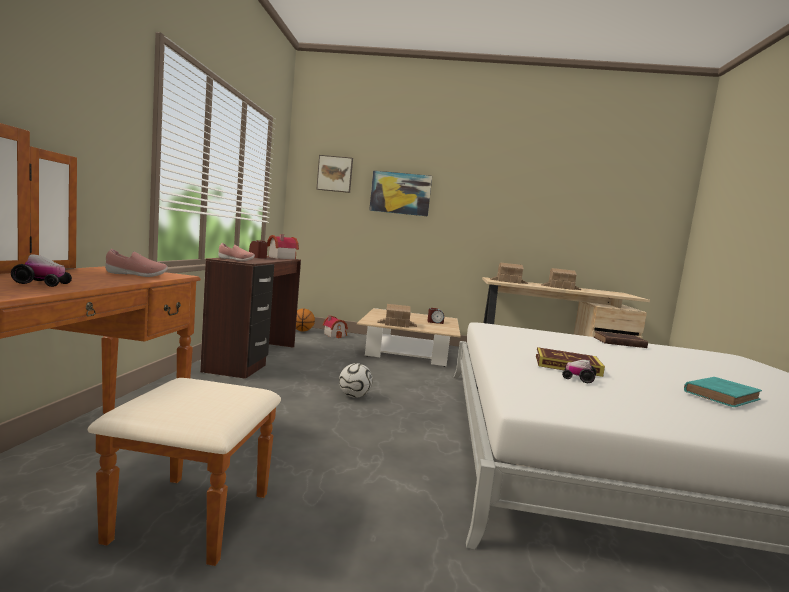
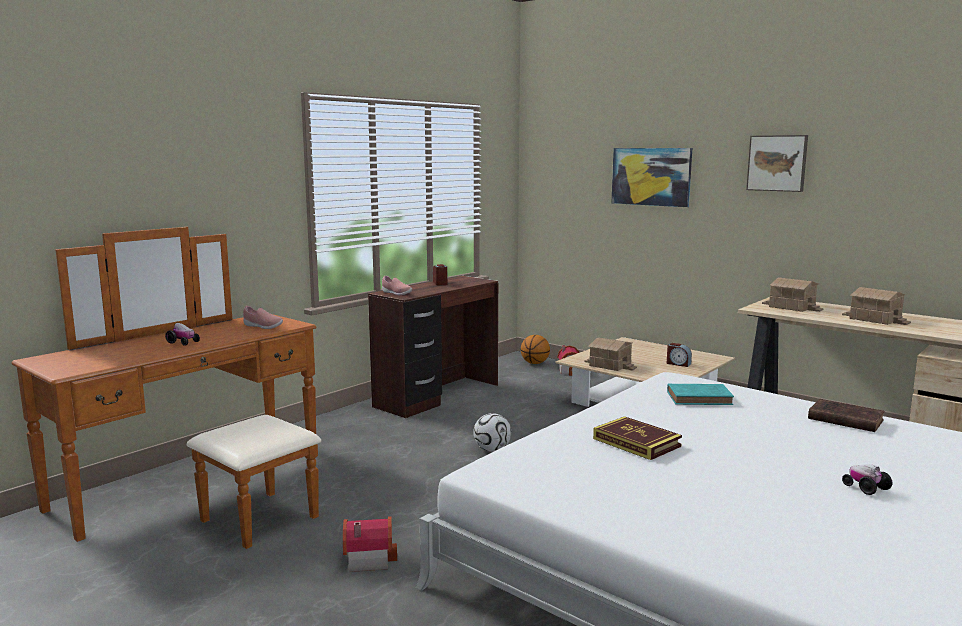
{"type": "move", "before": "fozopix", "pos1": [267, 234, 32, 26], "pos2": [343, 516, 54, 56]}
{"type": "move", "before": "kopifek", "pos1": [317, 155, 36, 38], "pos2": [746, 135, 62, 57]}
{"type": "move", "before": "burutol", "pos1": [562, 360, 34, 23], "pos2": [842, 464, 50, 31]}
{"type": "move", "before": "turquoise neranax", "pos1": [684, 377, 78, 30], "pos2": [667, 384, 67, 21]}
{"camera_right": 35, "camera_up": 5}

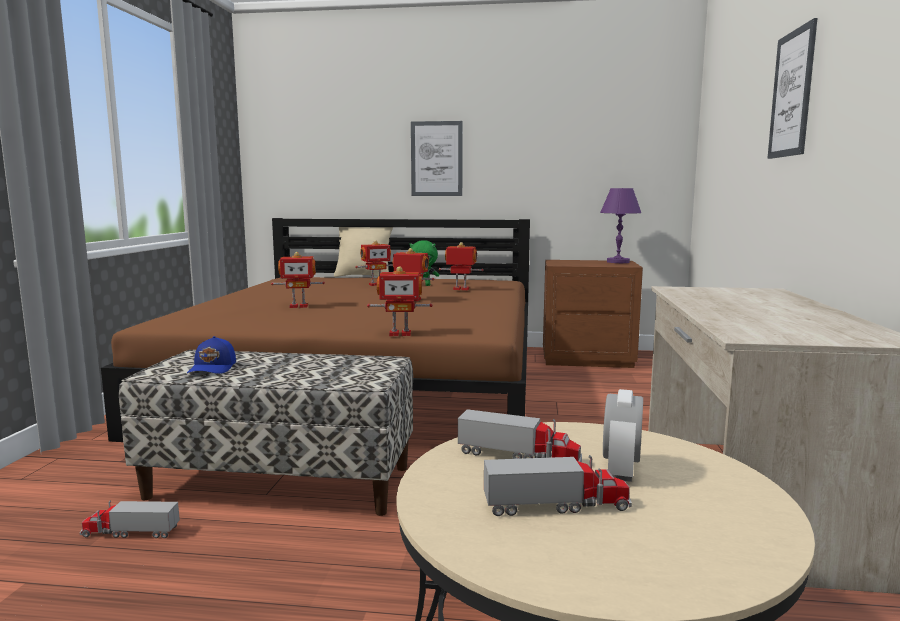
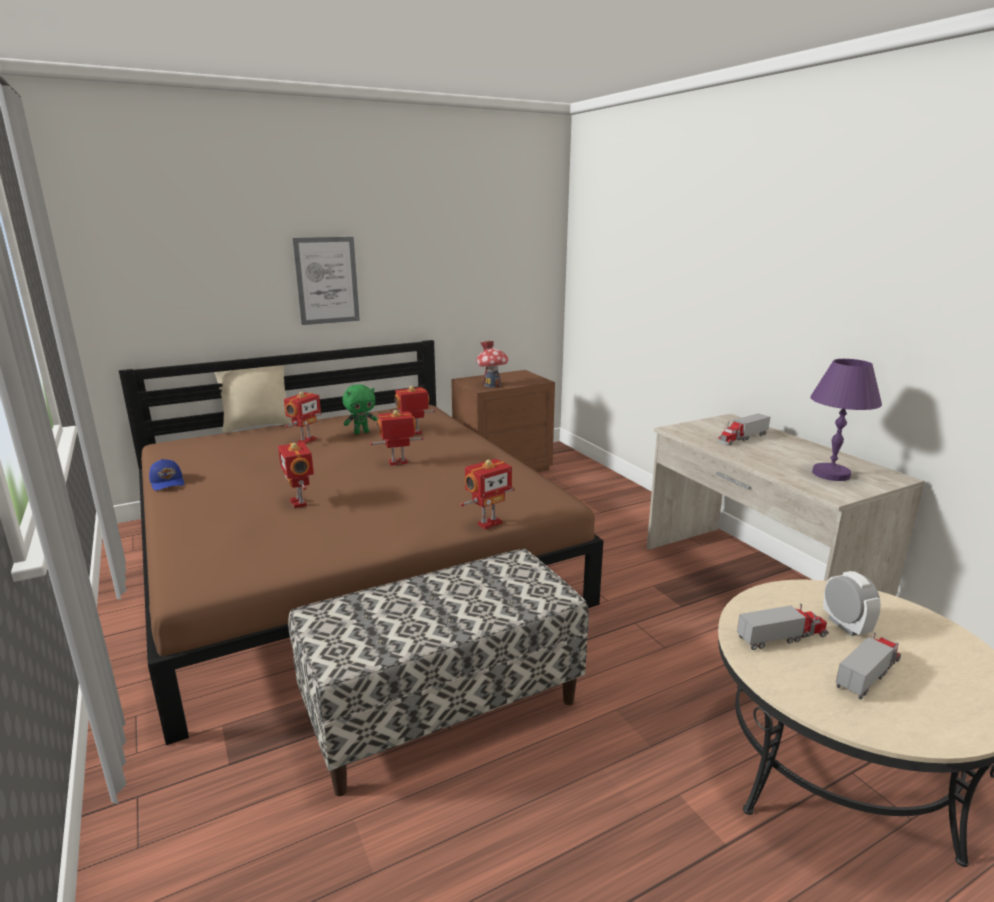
{"type": "move", "before": "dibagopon", "pos1": [80, 500, 100, 38], "pos2": [717, 413, 53, 32]}
{"type": "move", "before": "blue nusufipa", "pos1": [187, 336, 49, 38], "pos2": [149, 459, 36, 32]}
{"type": "rotate", "before": "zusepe", "pos1": [271, 252, 54, 56], "pos2": [278, 442, 36, 66], "turn": 105}
{"type": "move", "before": "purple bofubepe", "pos1": [600, 188, 41, 75], "pos2": [810, 359, 72, 122]}
{"type": "delete", "before": "kopifek", "pos1": [767, 18, 50, 141]}
{"type": "insert", "after": "fozopix", "pos2": [476, 341, 32, 47]}
{"camera_right": -35, "camera_up": 10}

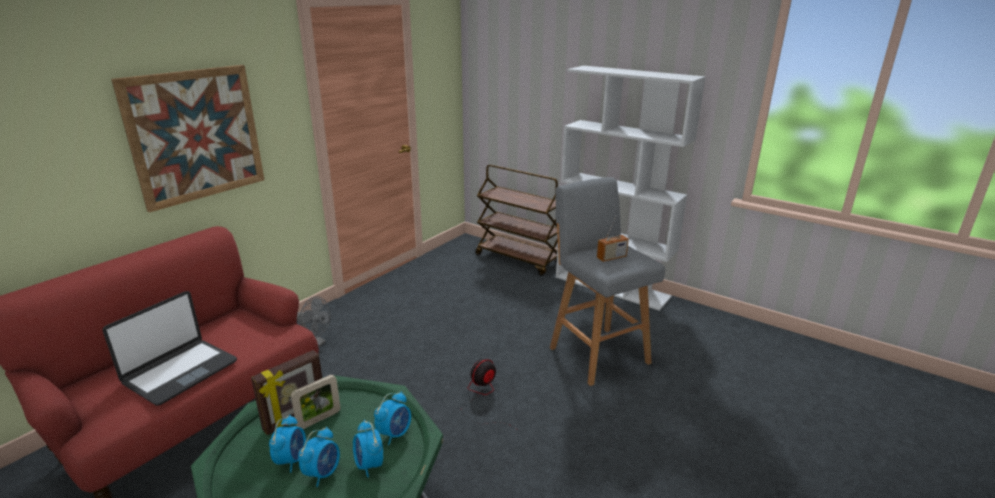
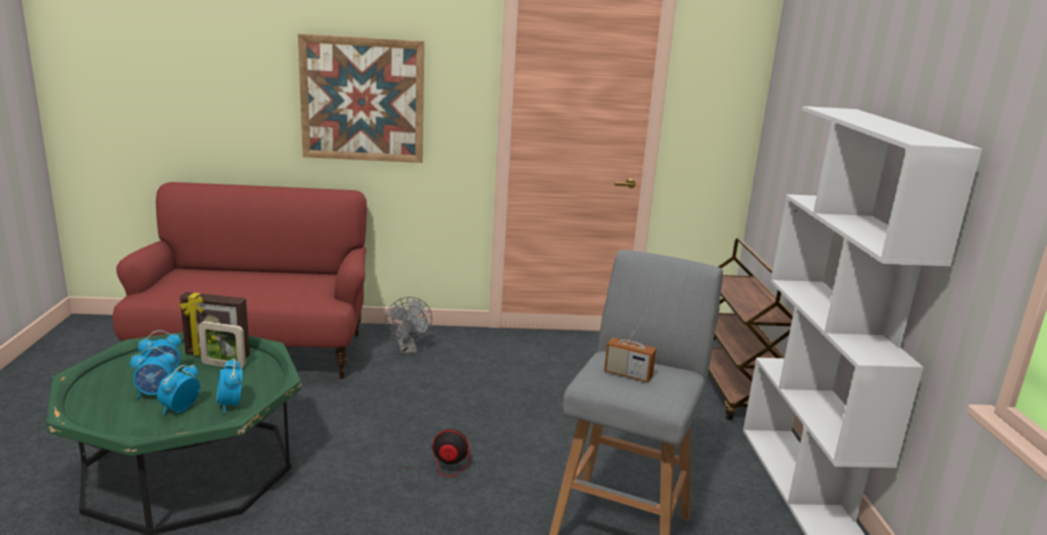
{"type": "delete", "before": "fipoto", "pos1": [103, 291, 134, 115]}
{"type": "rotate", "before": "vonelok", "pos1": [374, 392, 37, 53], "pos2": [217, 358, 25, 55], "turn": 75}
{"camera_right": 50, "camera_up": -5}

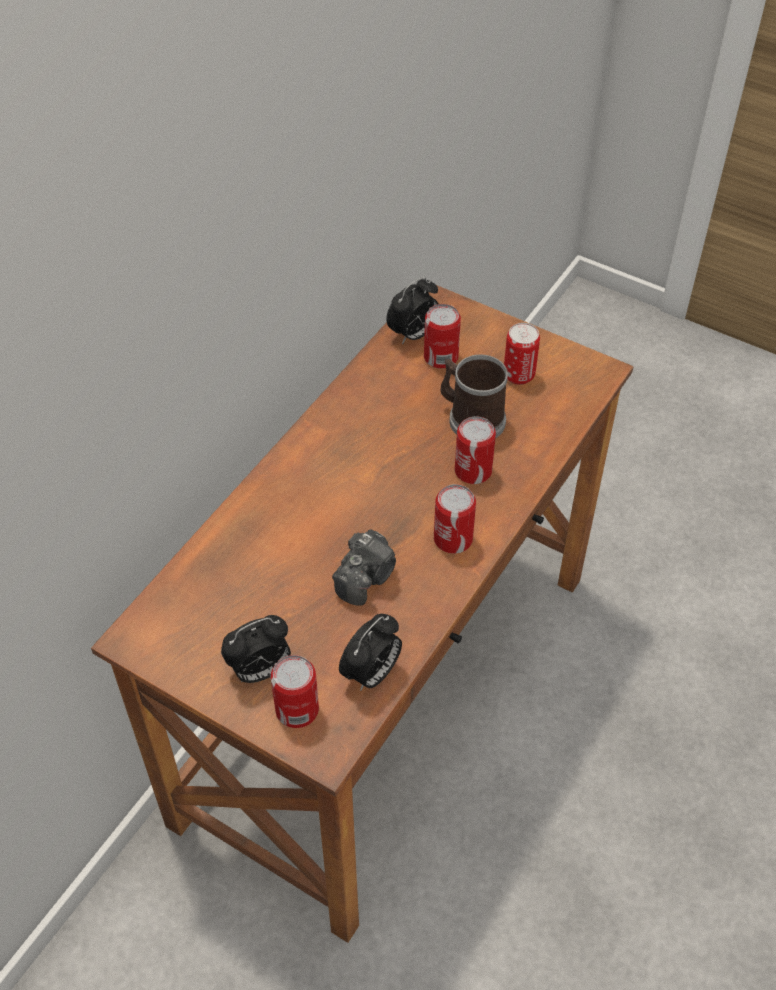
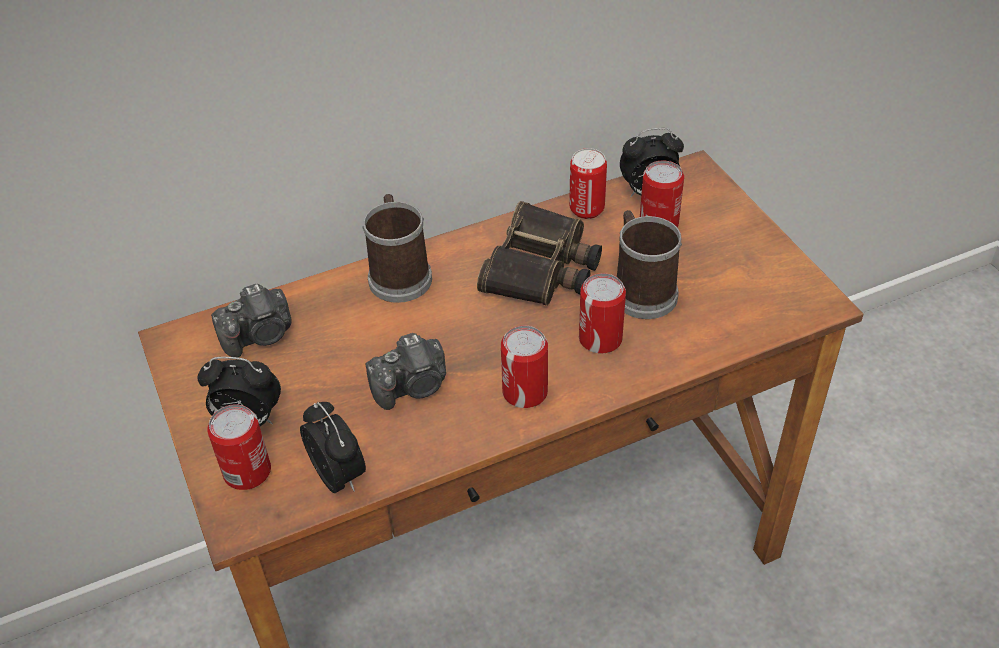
{"type": "rotate", "before": "vonelok", "pos1": [339, 614, 63, 77], "pos2": [300, 402, 66, 91], "turn": -105}
{"type": "move", "before": "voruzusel", "pos1": [504, 323, 36, 62], "pos2": [569, 148, 38, 71]}
{"type": "insert", "after": "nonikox", "pos2": [211, 284, 81, 73]}
{"type": "insert", "after": "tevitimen", "pos2": [362, 194, 70, 109]}
{"type": "insert", "after": "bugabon", "pos2": [477, 201, 125, 105]}
{"camera_right": 35, "camera_up": -5}

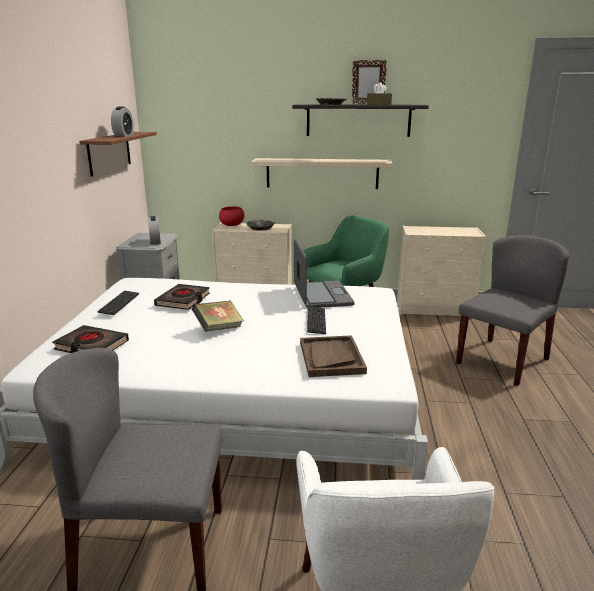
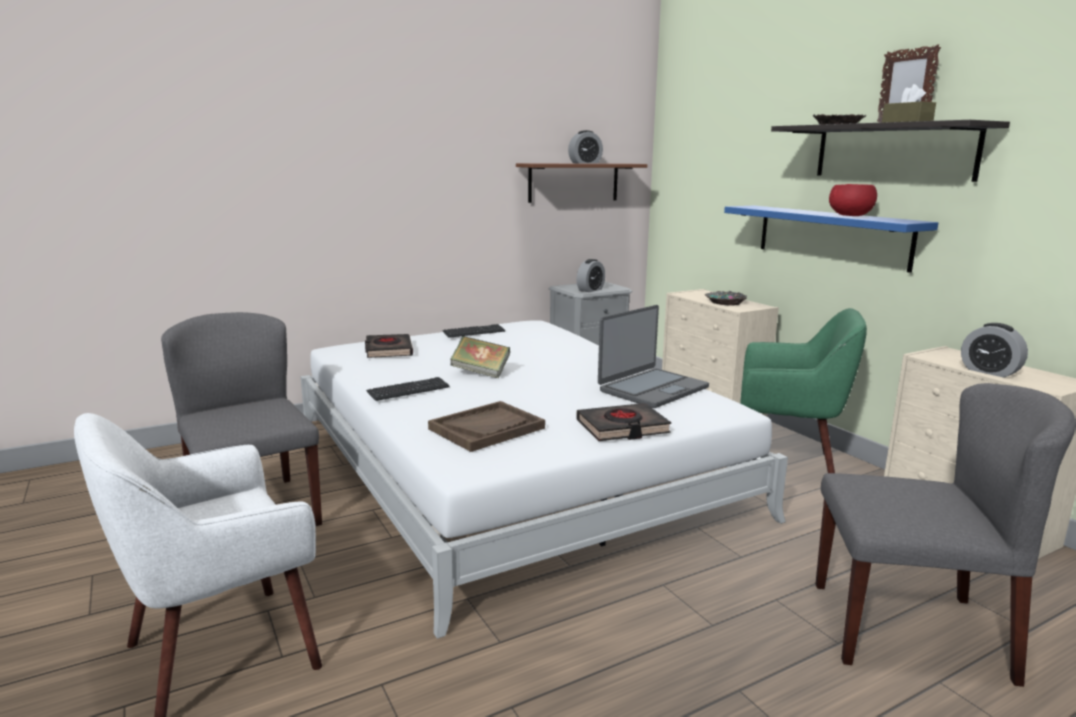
{"type": "move", "before": "black neranax", "pos1": [154, 284, 56, 26], "pos2": [576, 403, 95, 38]}
{"type": "move", "before": "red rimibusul", "pos1": [219, 206, 25, 20], "pos2": [829, 184, 48, 32]}
{"type": "recolor", "before": "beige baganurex", "after": "blue baganurex", "pos1": [251, 158, 142, 31], "pos2": [724, 206, 214, 67]}
{"type": "move", "before": "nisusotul", "pos1": [307, 307, 19, 27], "pos2": [366, 377, 84, 24]}
{"type": "insert", "after": "vonelok", "pos2": [961, 323, 67, 55]}
{"camera_right": 55, "camera_up": -5}

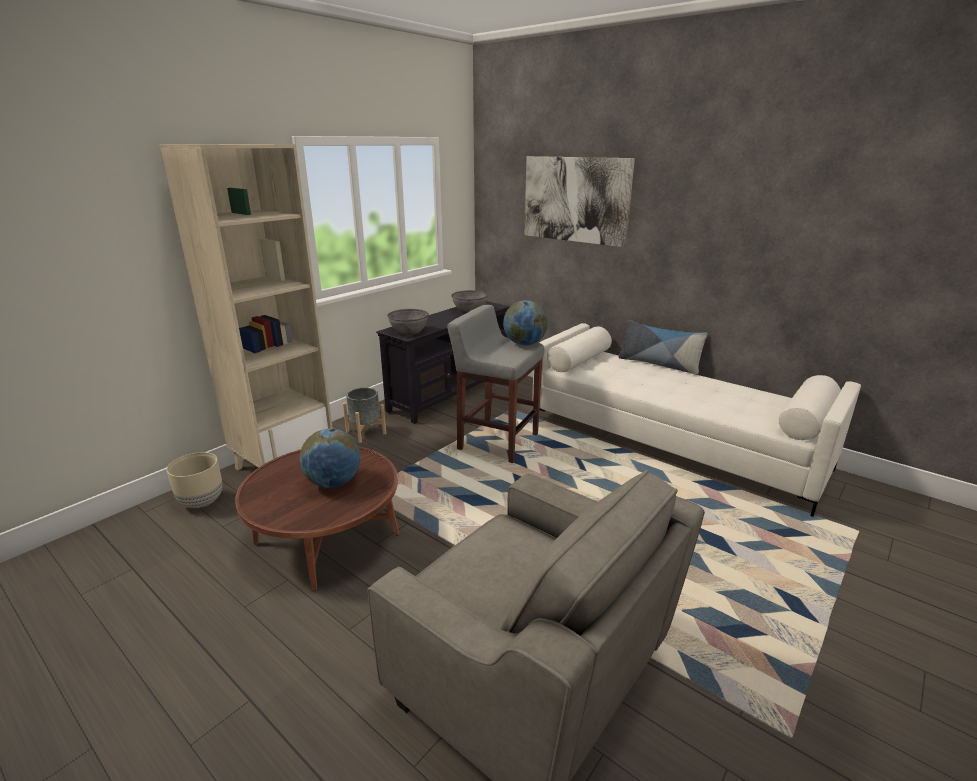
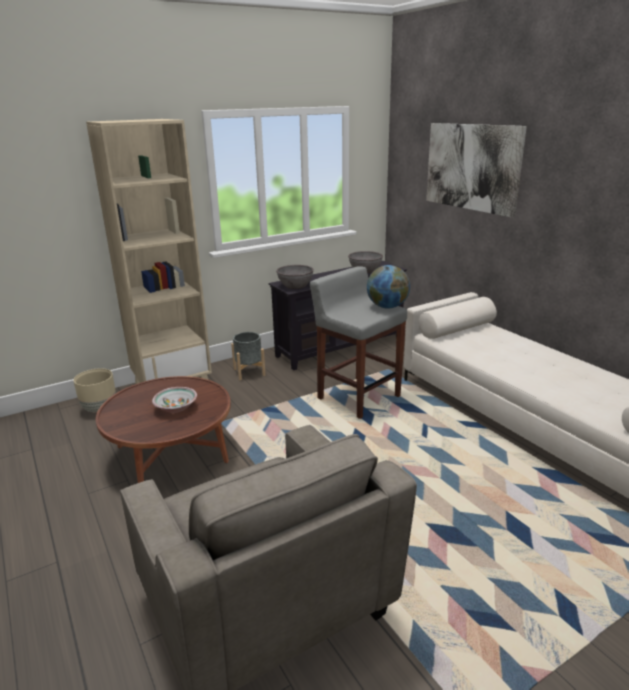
{"type": "replace", "before": "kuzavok", "after": "rimibusul", "pos1": [299, 429, 61, 59], "pos2": [152, 387, 45, 26]}
{"type": "delete", "before": "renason", "pos1": [618, 320, 90, 55]}
{"camera_right": 20, "camera_up": 0}

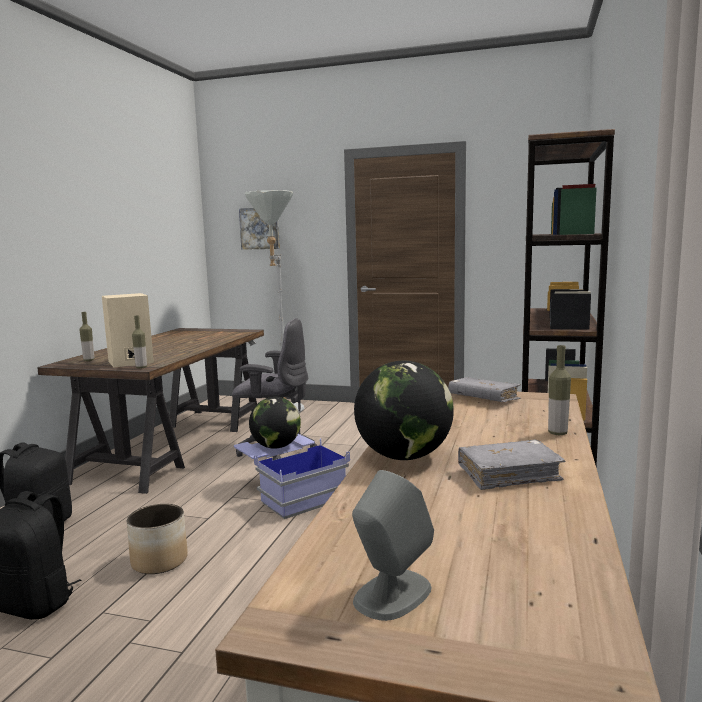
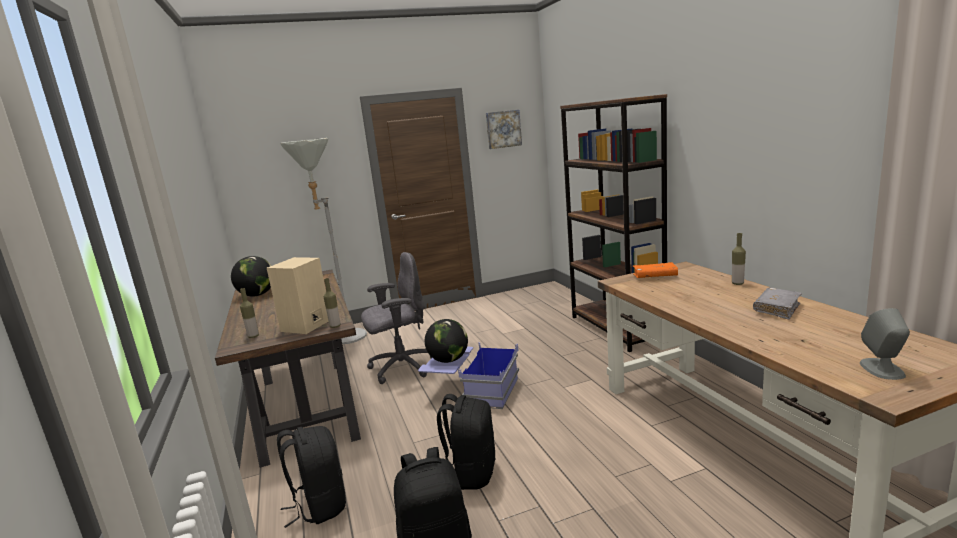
{"type": "replace", "before": "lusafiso", "after": "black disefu", "pos1": [127, 504, 61, 70], "pos2": [437, 394, 59, 96]}
{"type": "move", "before": "kopifek", "pos1": [239, 208, 41, 42], "pos2": [486, 110, 36, 39]}
{"type": "move", "before": "kuzavok", "pos1": [354, 361, 100, 99], "pos2": [231, 256, 40, 40]}
{"type": "recolor", "before": "grey neranax", "after": "orange neranax", "pos1": [448, 377, 73, 25], "pos2": [633, 262, 45, 16]}
{"camera_right": -35, "camera_up": 5}

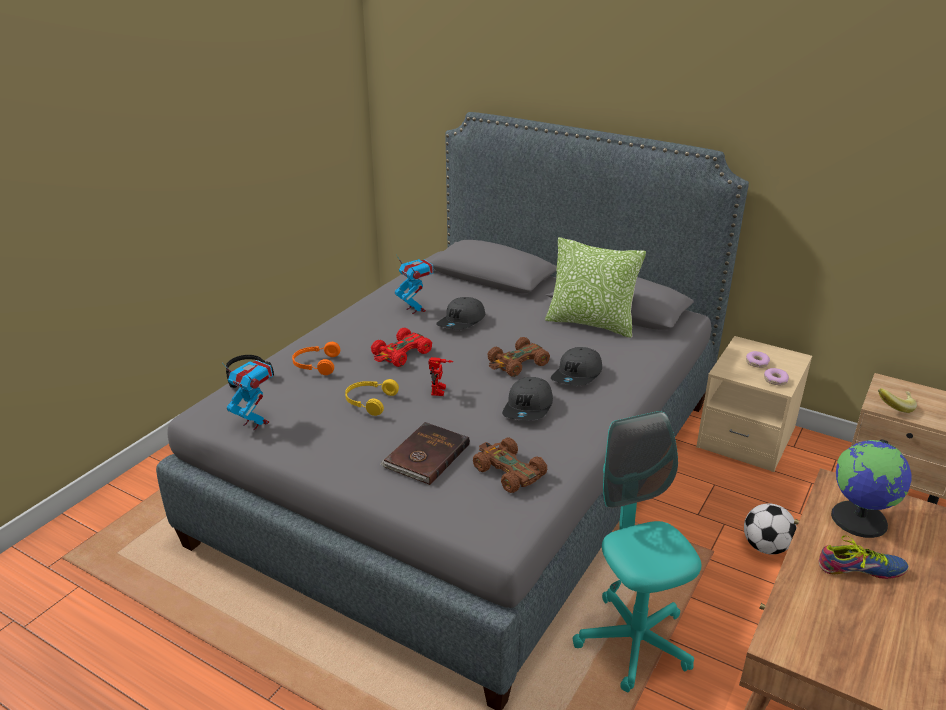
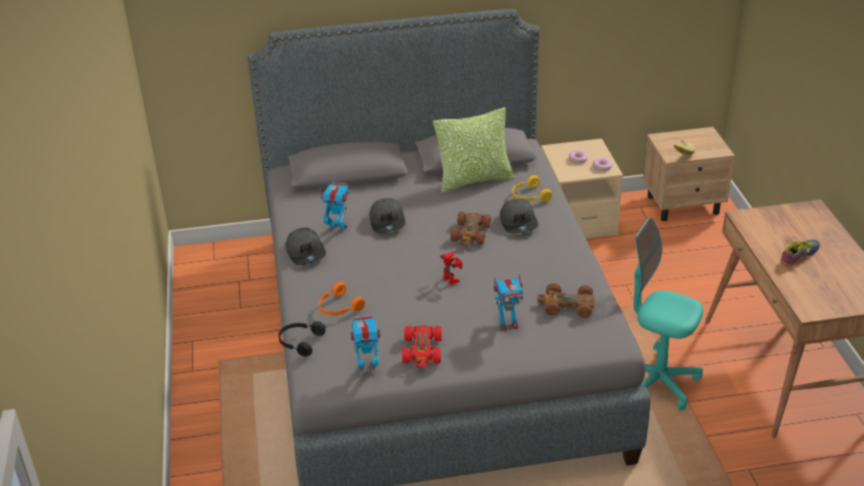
{"type": "move", "before": "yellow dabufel", "pos1": [345, 379, 54, 37], "pos2": [512, 175, 40, 27]}
{"type": "move", "before": "red burutol", "pos1": [371, 328, 61, 39], "pos2": [402, 325, 40, 43]}
{"type": "replace", "before": "brown neranax", "after": "zusepe", "pos1": [380, 422, 90, 63], "pos2": [493, 266, 31, 65]}
{"type": "move", "before": "grey nusufipa", "pos1": [502, 377, 51, 43], "pos2": [285, 228, 41, 37]}
{"type": "delete", "before": "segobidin", "pos1": [744, 503, 53, 51]}
{"type": "delete", "before": "kuzavok", "pos1": [831, 439, 81, 99]}
{"camera_right": -40, "camera_up": 5}

